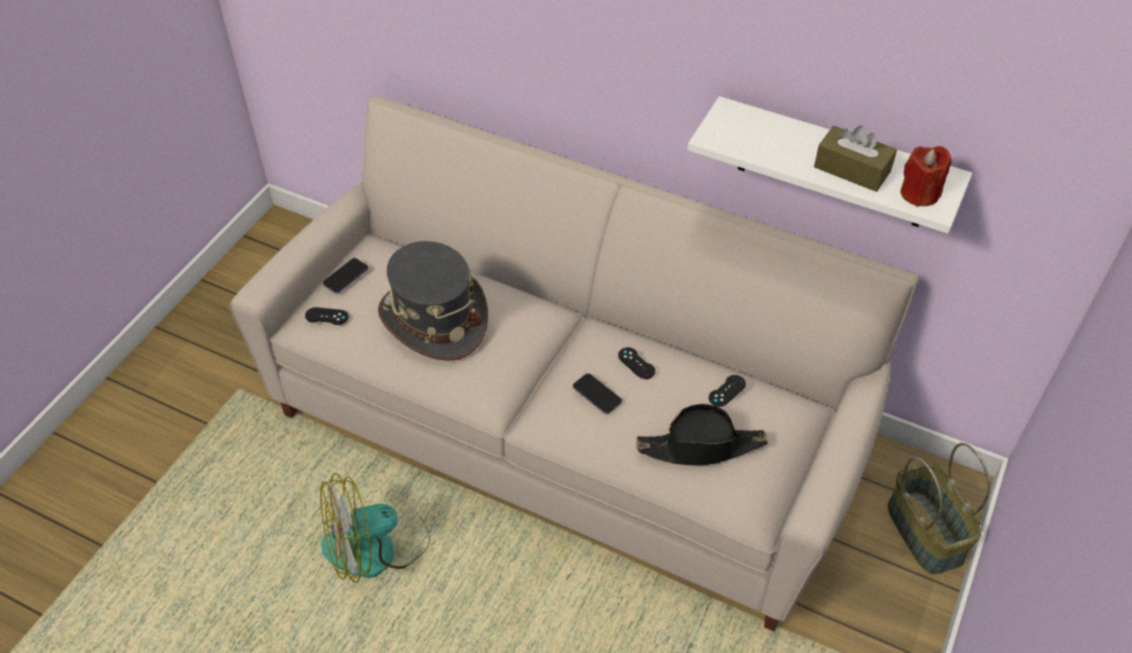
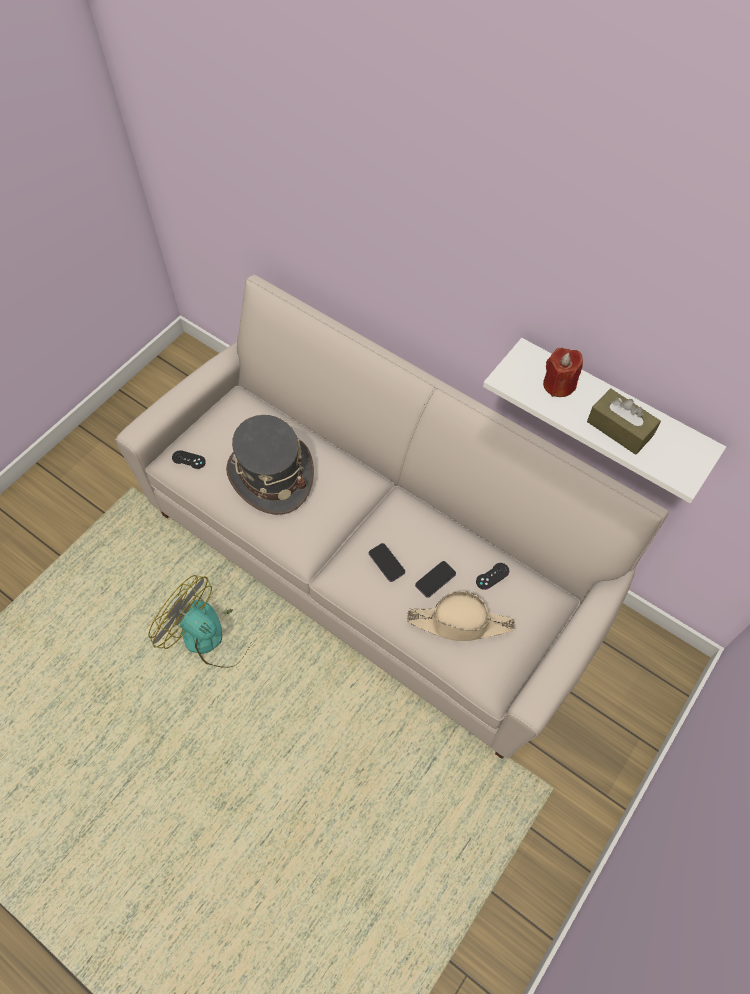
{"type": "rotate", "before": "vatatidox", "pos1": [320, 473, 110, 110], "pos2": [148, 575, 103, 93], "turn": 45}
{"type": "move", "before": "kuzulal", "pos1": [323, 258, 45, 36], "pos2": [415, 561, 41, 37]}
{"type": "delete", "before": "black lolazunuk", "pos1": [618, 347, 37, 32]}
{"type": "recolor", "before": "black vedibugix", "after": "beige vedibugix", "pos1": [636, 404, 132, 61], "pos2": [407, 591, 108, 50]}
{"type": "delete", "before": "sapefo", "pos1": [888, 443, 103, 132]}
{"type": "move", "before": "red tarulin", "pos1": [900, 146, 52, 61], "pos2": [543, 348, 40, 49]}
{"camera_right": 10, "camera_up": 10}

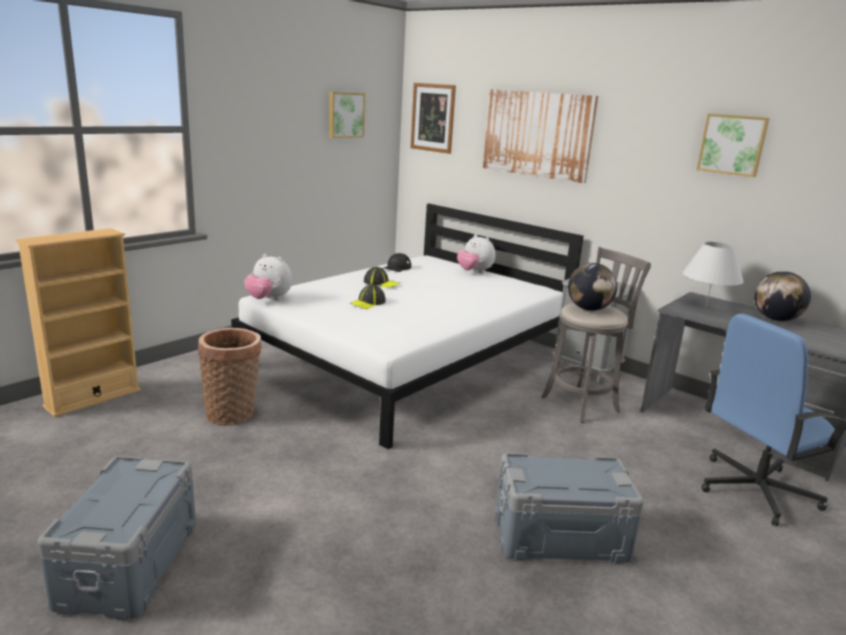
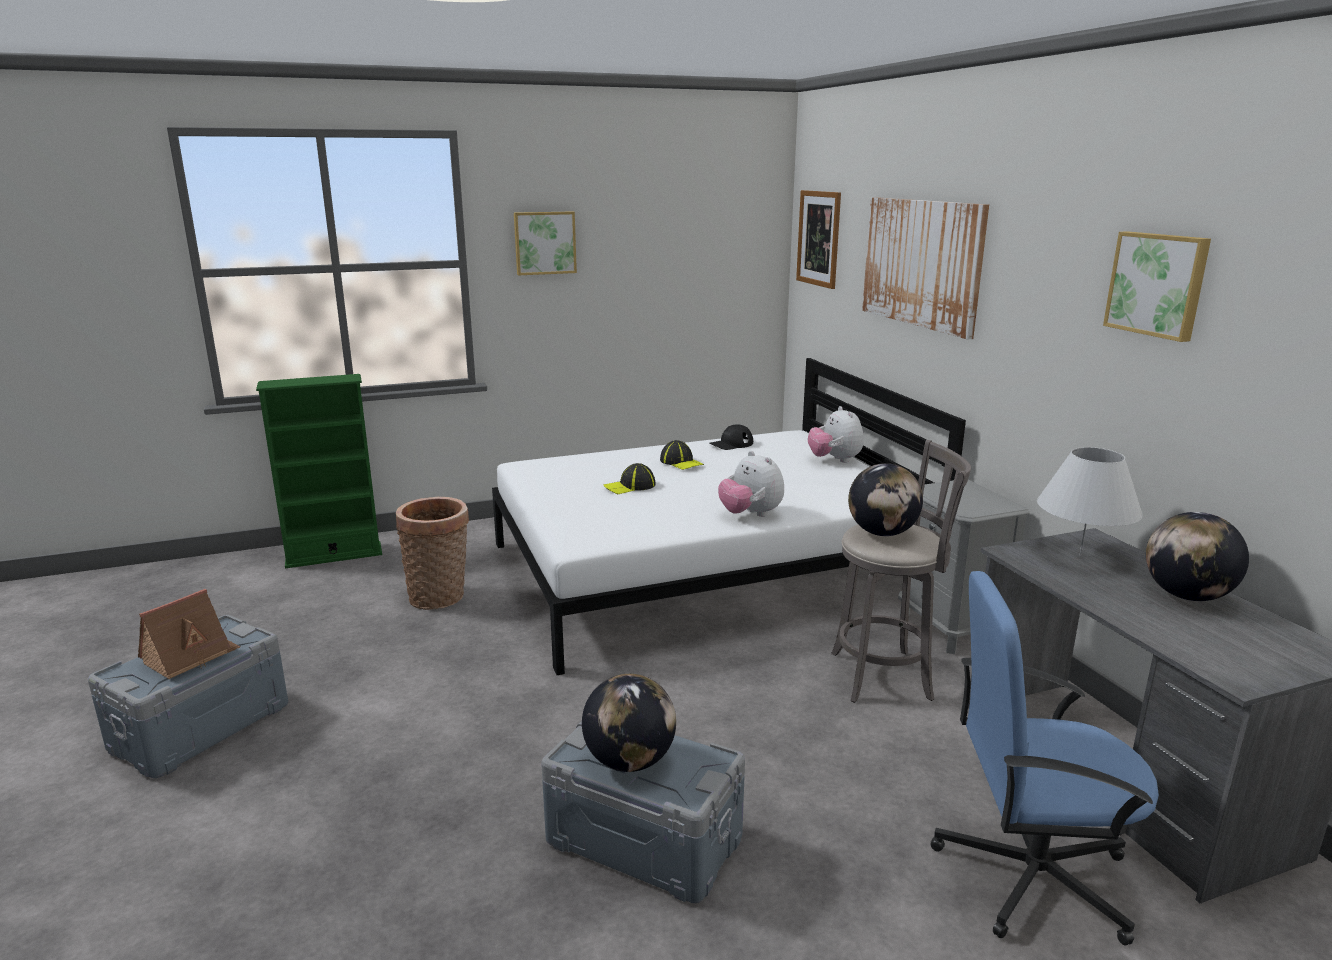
{"type": "recolor", "before": "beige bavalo", "after": "green bavalo", "pos1": [16, 228, 125, 189], "pos2": [256, 374, 126, 194]}
{"type": "move", "before": "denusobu", "pos1": [244, 254, 48, 46], "pos2": [718, 451, 66, 66]}
{"type": "move", "before": "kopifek", "pos1": [329, 92, 36, 46], "pos2": [514, 211, 63, 64]}
{"type": "insert", "after": "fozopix", "pos2": [138, 589, 103, 90]}
{"type": "insert", "after": "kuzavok", "pos2": [582, 674, 94, 98]}
{"camera_right": 30, "camera_up": 0}

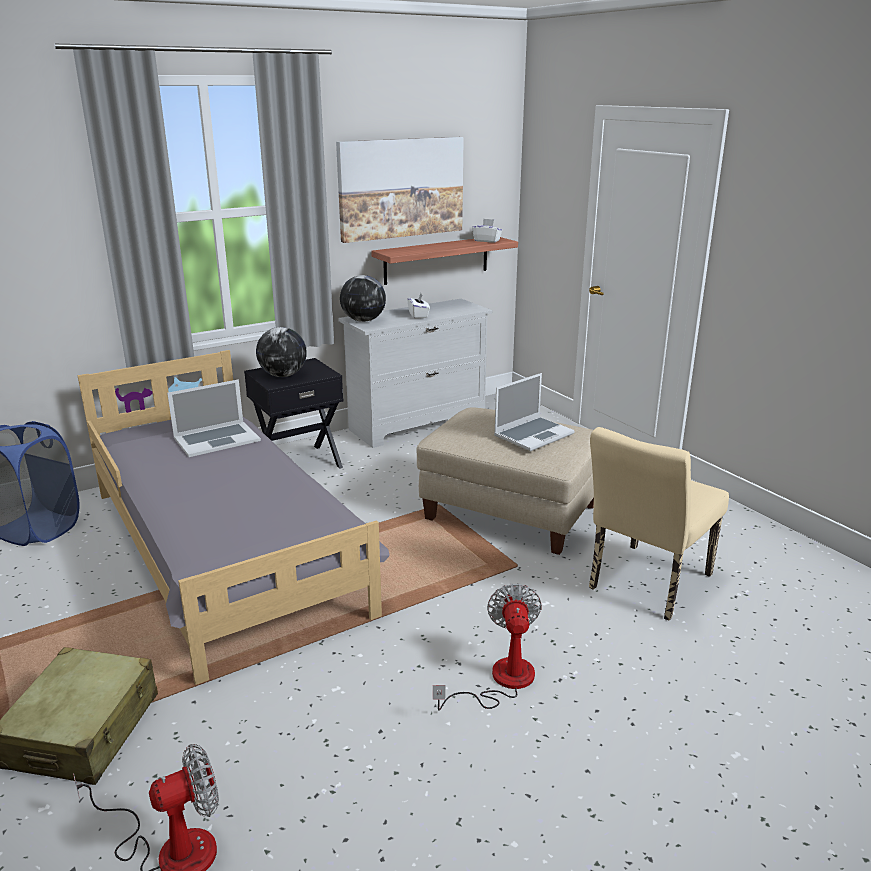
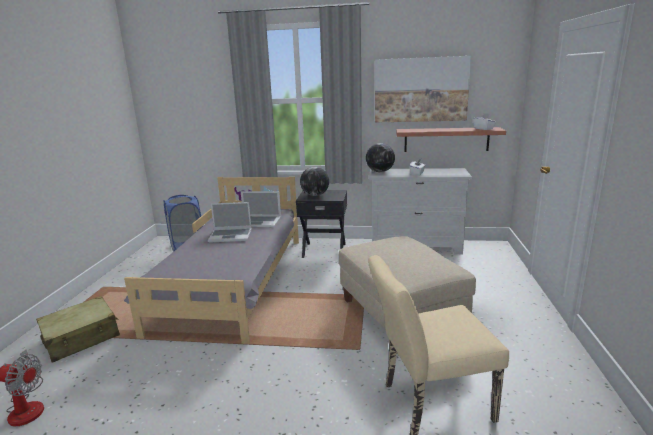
{"type": "delete", "before": "vatatidox", "pos1": [433, 584, 109, 127]}
{"type": "move", "before": "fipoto", "pos1": [494, 373, 81, 78], "pos2": [208, 202, 44, 40]}
{"camera_right": 40, "camera_up": -5}

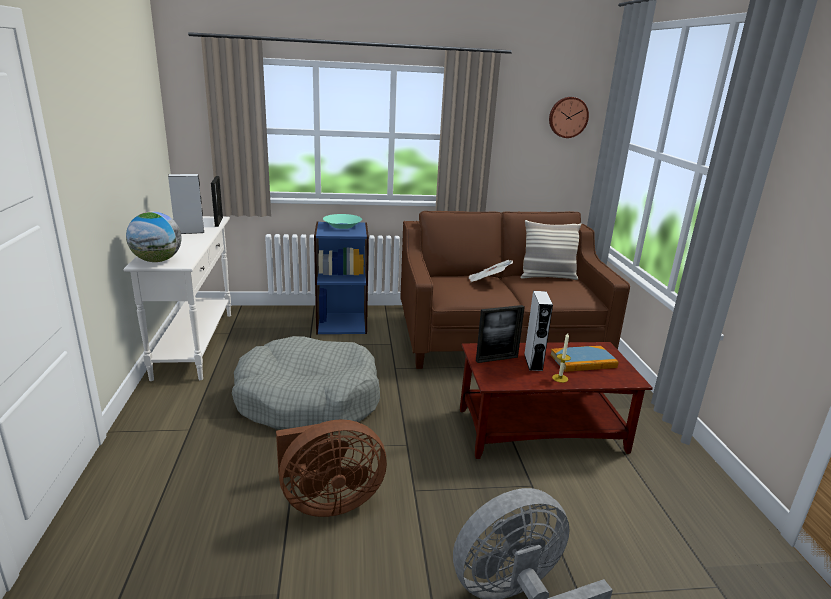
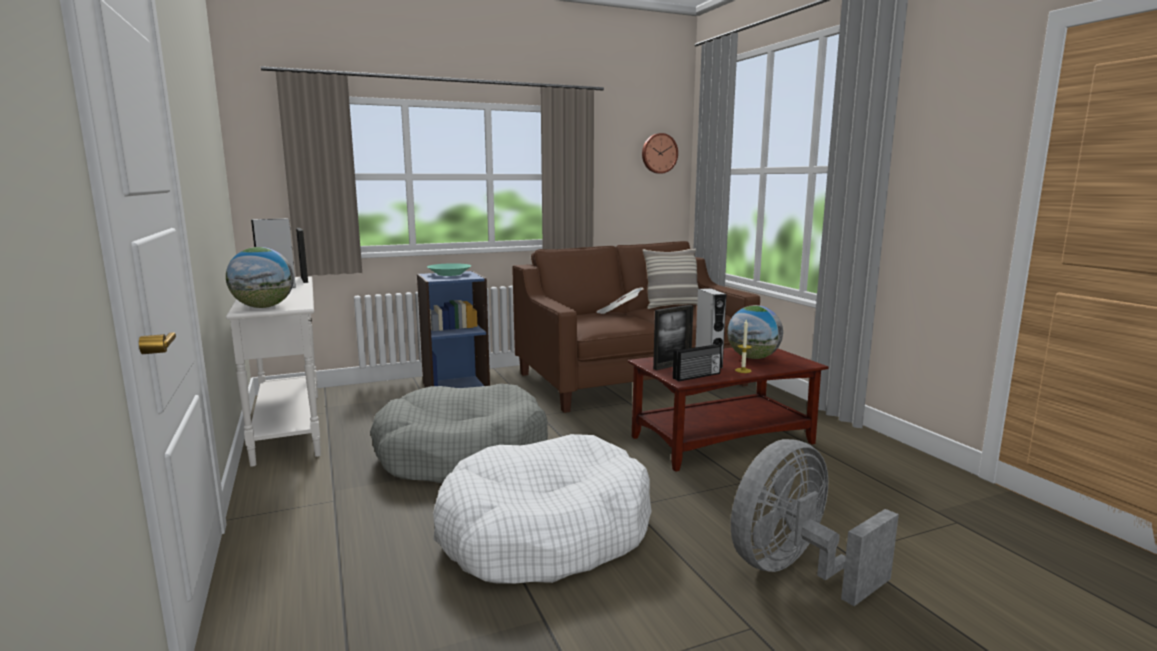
{"type": "replace", "before": "brown vatatidox", "after": "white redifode", "pos1": [276, 419, 111, 98], "pos2": [433, 434, 219, 150]}
{"type": "replace", "before": "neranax", "after": "kuzavok", "pos1": [550, 346, 68, 26], "pos2": [727, 305, 56, 54]}
{"type": "insert", "after": "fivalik", "pos2": [673, 344, 49, 37]}
{"camera_right": -15, "camera_up": -10}

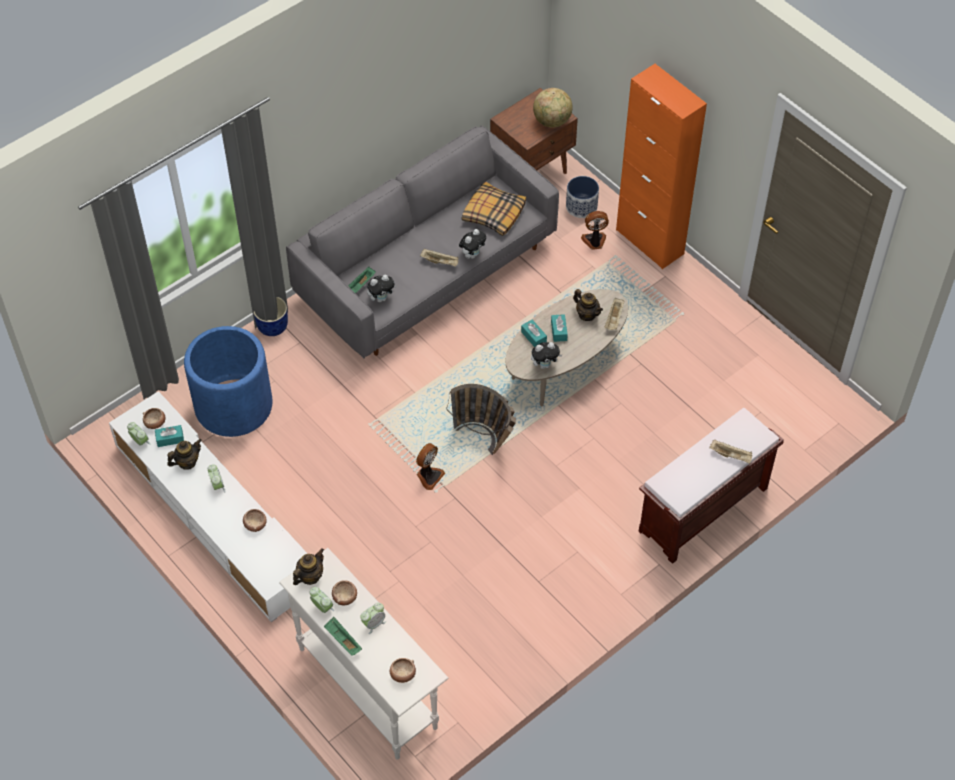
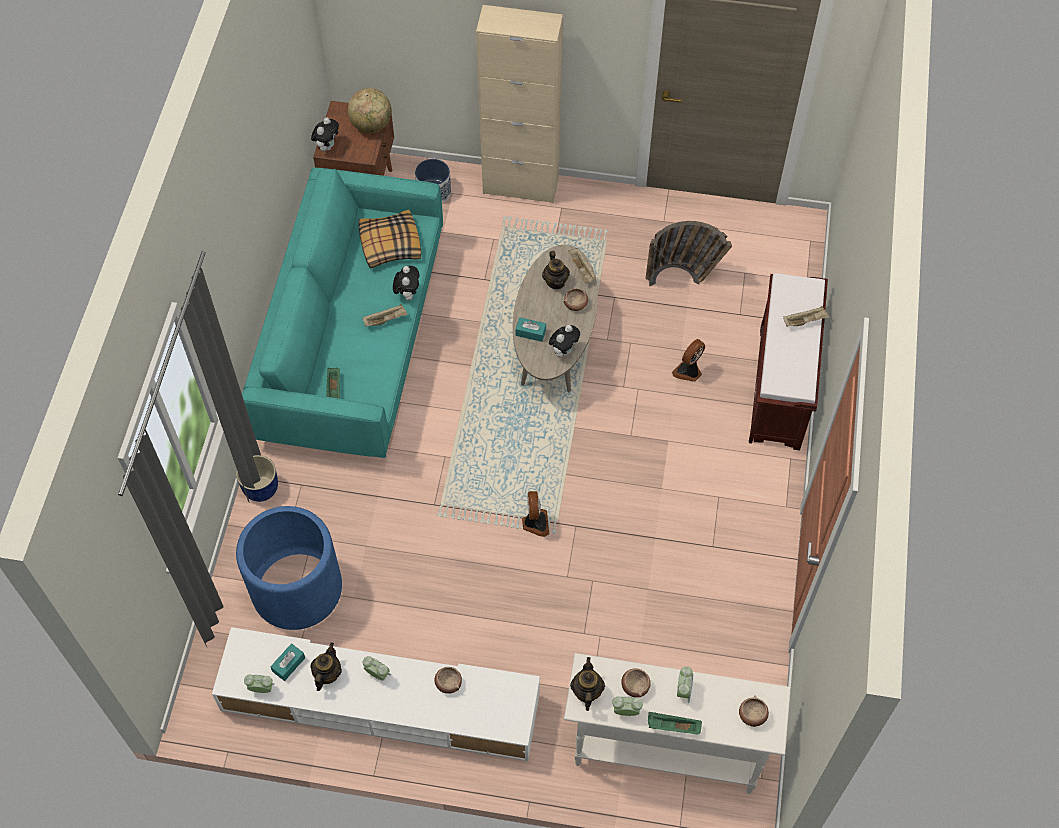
{"type": "move", "before": "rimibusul", "pos1": [143, 408, 22, 21], "pos2": [564, 288, 24, 23]}
{"type": "recolor", "before": "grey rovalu", "after": "turquoise rovalu", "pos1": [286, 125, 273, 234], "pos2": [242, 168, 201, 290]}
{"type": "move", "before": "denusobu", "pos1": [367, 275, 30, 27], "pos2": [311, 117, 28, 34]}
{"type": "move", "before": "sapefo", "pos1": [446, 384, 70, 71], "pos2": [645, 221, 87, 65]}
{"type": "delete", "before": "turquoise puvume", "pos1": [551, 314, 17, 28]}
{"type": "rotate", "before": "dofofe", "pos1": [573, 289, 30, 32], "pos2": [542, 251, 28, 38], "turn": 75}
{"type": "move", "before": "vatatidox", "pos1": [581, 211, 28, 39], "pos2": [672, 339, 33, 43]}
{"type": "recolor", "before": "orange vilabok", "after": "beige vilabok", "pos1": [616, 64, 91, 205], "pos2": [476, 5, 87, 198]}
{"camera_right": -40, "camera_up": 5}

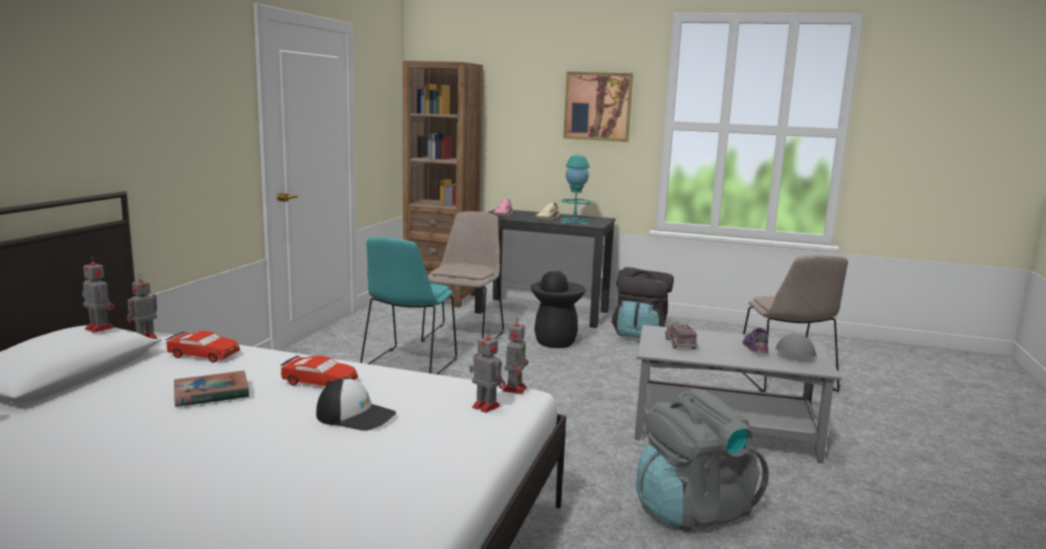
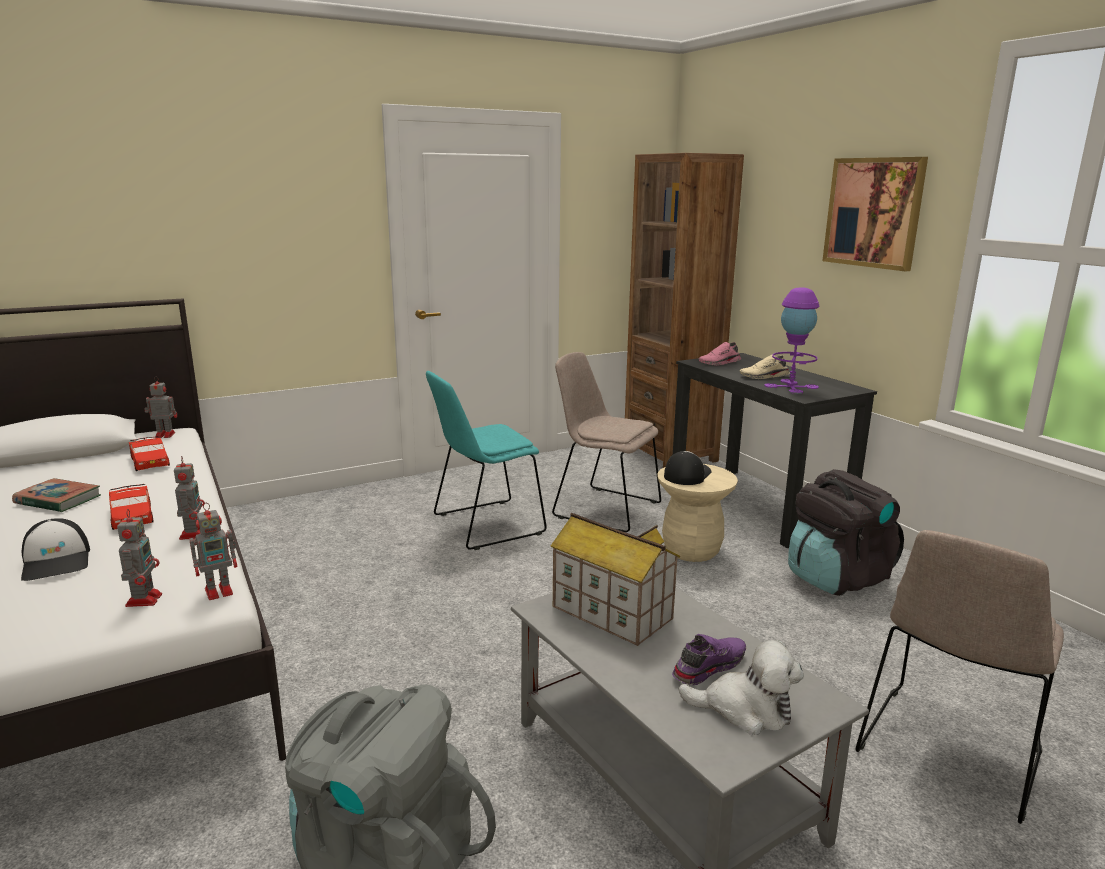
{"type": "move", "before": "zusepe", "pos1": [82, 256, 33, 77], "pos2": [174, 456, 31, 84]}
{"type": "rotate", "before": "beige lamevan", "pos1": [421, 211, 83, 131], "pos2": [552, 352, 109, 180], "turn": -120}
{"type": "recolor", "before": "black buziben", "after": "beige buziben", "pos1": [530, 282, 56, 66], "pos2": [657, 464, 81, 98]}
{"type": "recolor", "before": "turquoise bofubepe", "after": "purple bofubepe", "pos1": [560, 155, 30, 69], "pos2": [764, 287, 55, 107]}
{"type": "replace", "before": "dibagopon", "after": "fozopix", "pos1": [665, 323, 33, 26], "pos2": [551, 513, 129, 133]}
{"type": "replace", "before": "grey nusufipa", "after": "denusobu", "pos1": [776, 334, 41, 22], "pos2": [678, 639, 126, 96]}
{"camera_right": 45, "camera_up": 5}

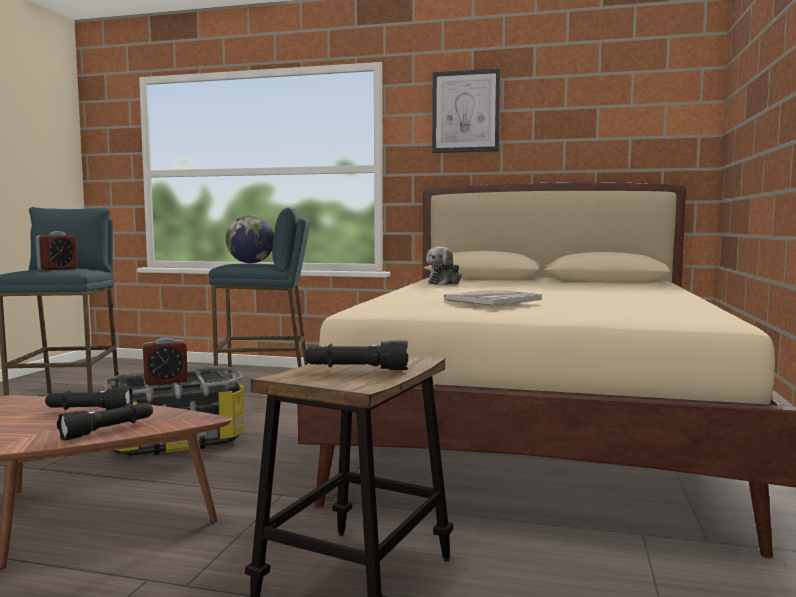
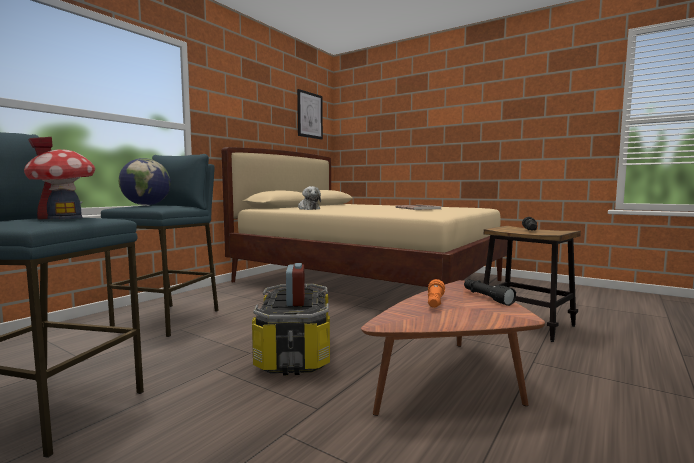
{"type": "replace", "before": "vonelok", "after": "fozopix", "pos1": [36, 231, 42, 39], "pos2": [24, 137, 71, 83]}
{"type": "recolor", "before": "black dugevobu", "after": "orange dugevobu", "pos1": [45, 387, 88, 23], "pos2": [428, 279, 17, 29]}
{"type": "move", "before": "kopifek", "pos1": [432, 68, 68, 85], "pos2": [297, 89, 26, 51]}
{"camera_right": -70, "camera_up": 0}

